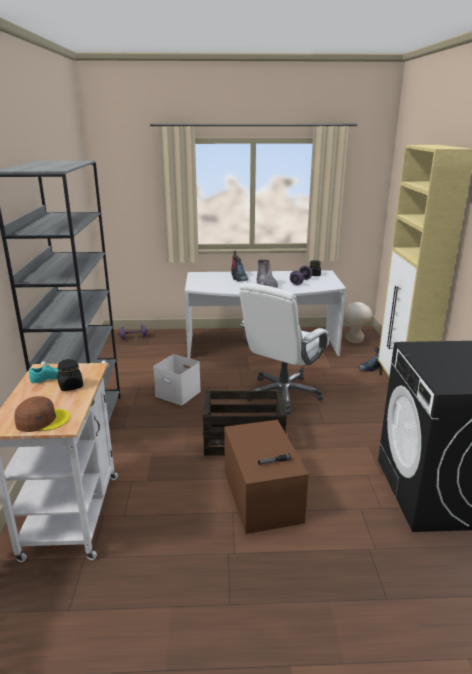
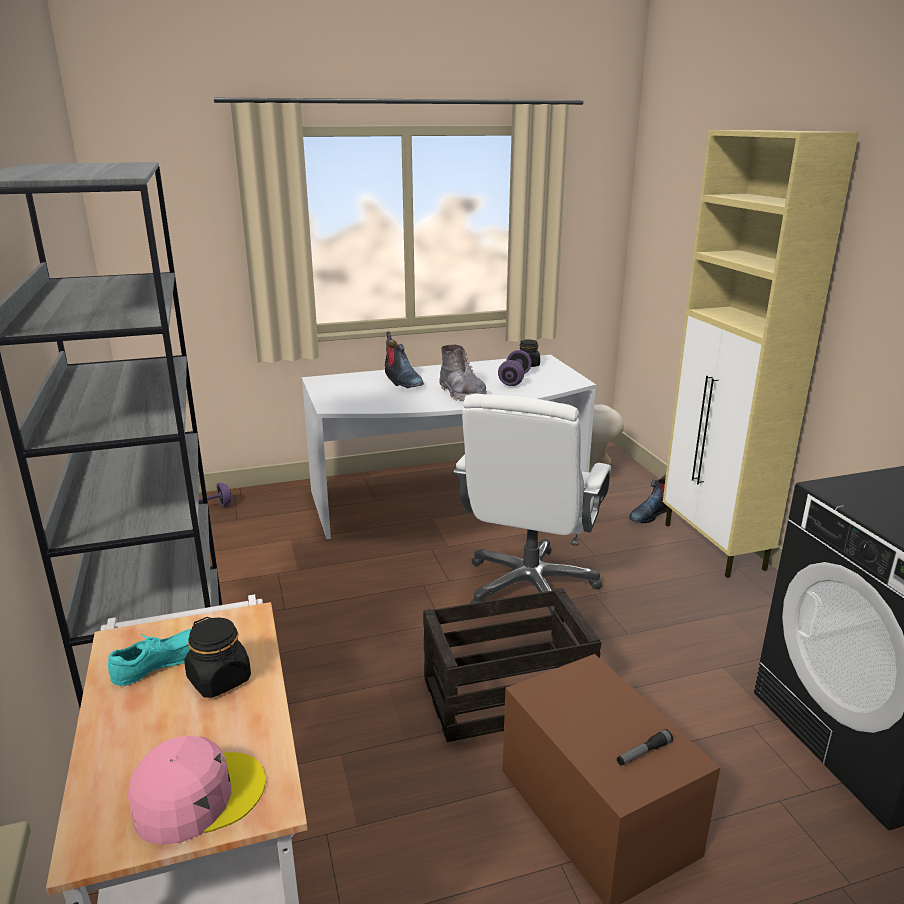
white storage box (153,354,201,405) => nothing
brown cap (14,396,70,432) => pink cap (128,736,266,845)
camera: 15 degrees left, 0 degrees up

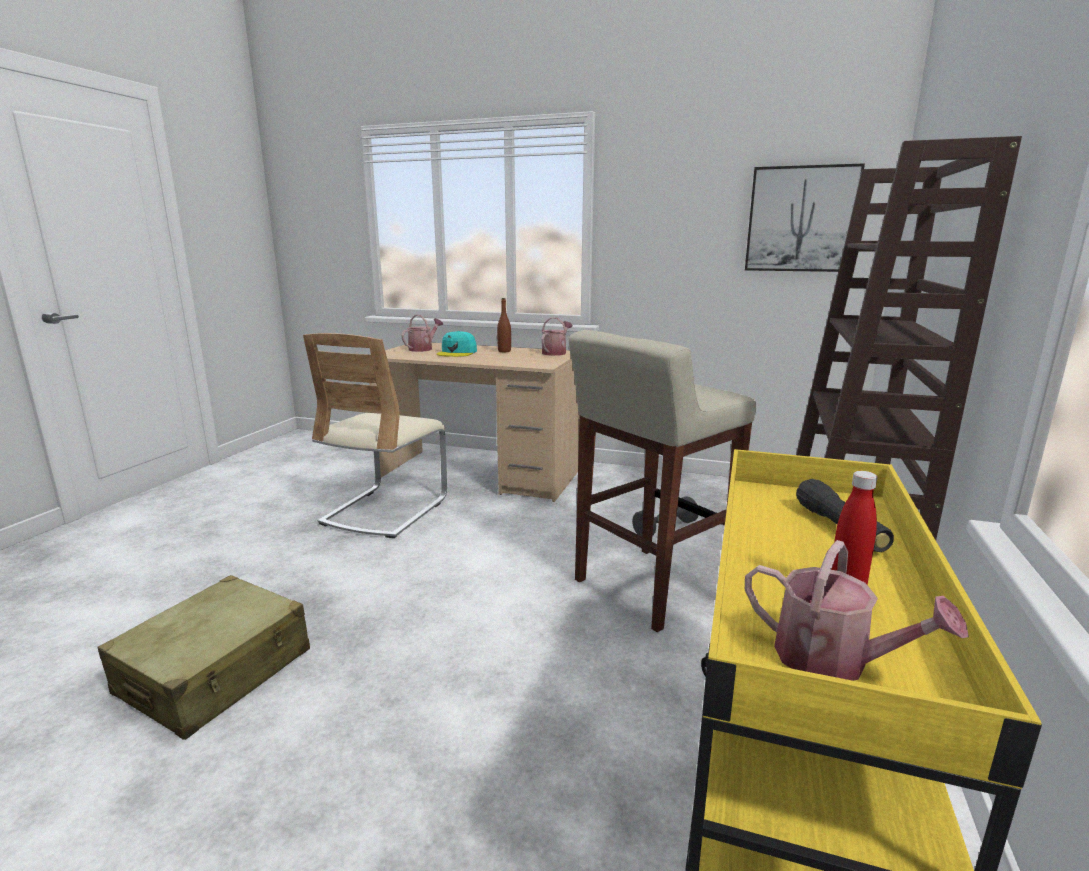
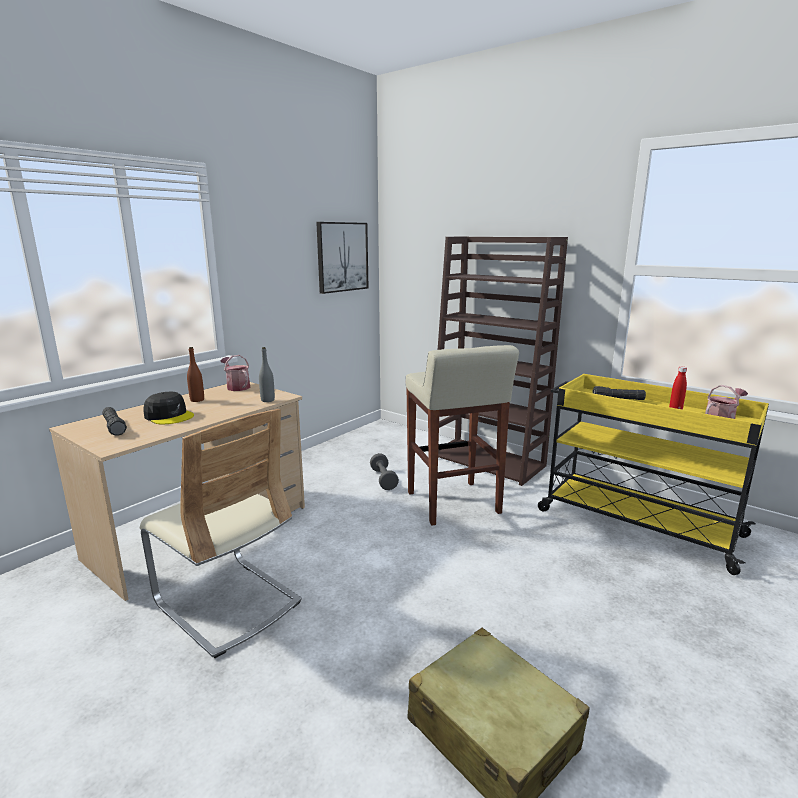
watering can (401,315,443,352) => black flashlight (102,407,127,436)
turquoise cap (437,331,477,357) => black cap (143,392,194,424)
nothing => grey bottle (259,347,275,402)
camera: 70 degrees left, 0 degrees up

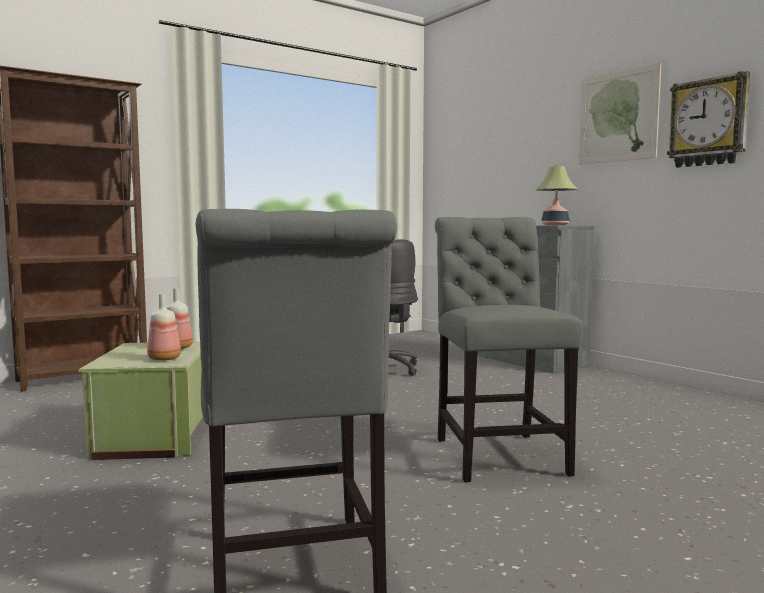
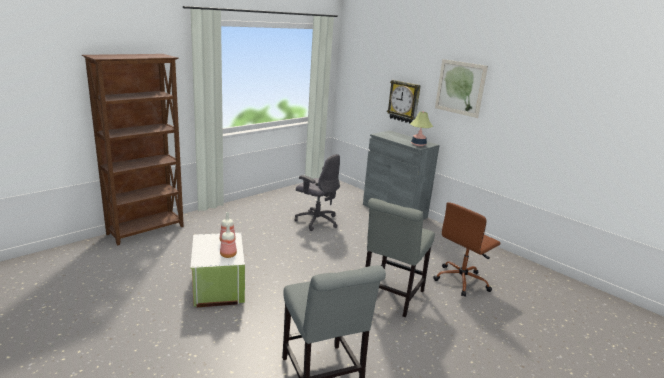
wall clock (667,71,750,168) => wall clock (387,80,421,123), relocated
grey chair (435,217,583,483) => grey chair (365,198,435,317), 135 degrees counterclockwise
green storage box (78,342,203,460) => white storage box (190,233,245,307)
nothing => brown office chair (433,202,500,296)
camera: 10 degrees left, 15 degrees up

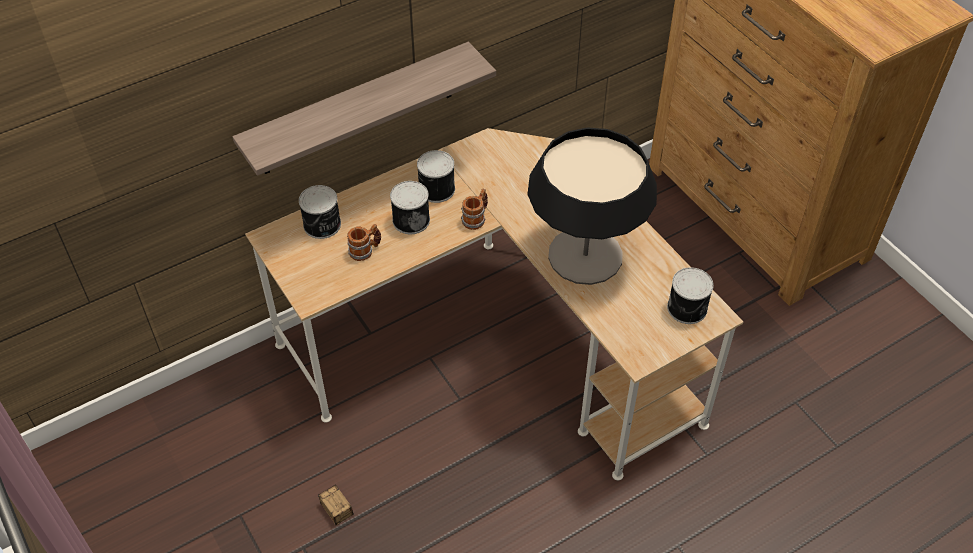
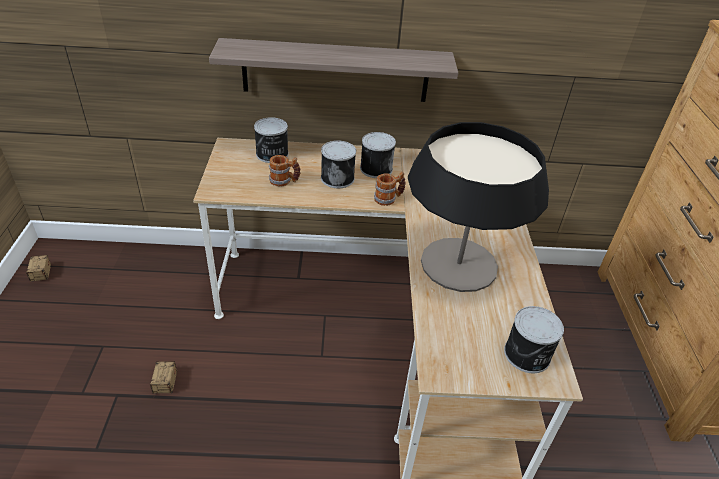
nothing => storage box (26,255,51,282)
camera: 30 degrees right, 10 degrees down

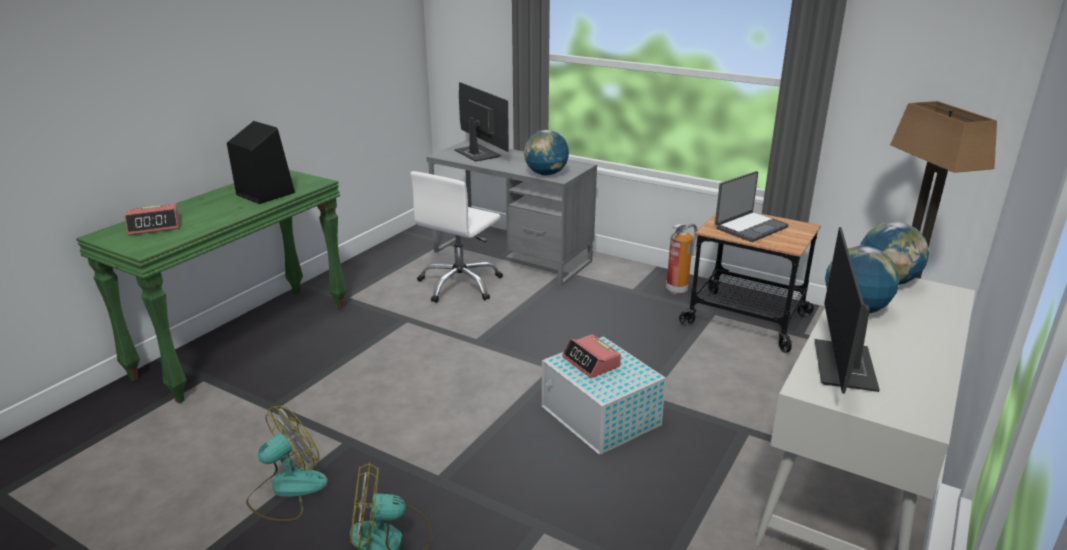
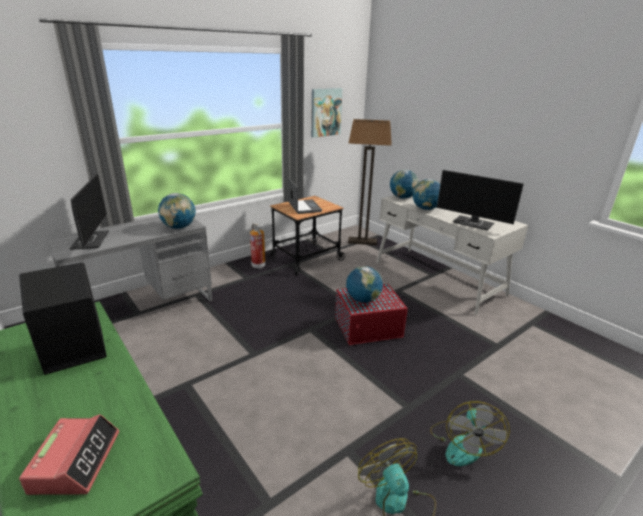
monitor (454,82,509,162) => monitor (70,173,109,250), 90 degrees clockwise
white office chair (410,171,503,303) => nothing
alarm clock (562,334,621,378) => globe (346,266,383,303)
white storage box (542,336,666,455) => red storage box (335,284,408,345)
nothing => picture (311,88,343,138)
camera: 70 degrees left, 0 degrees up

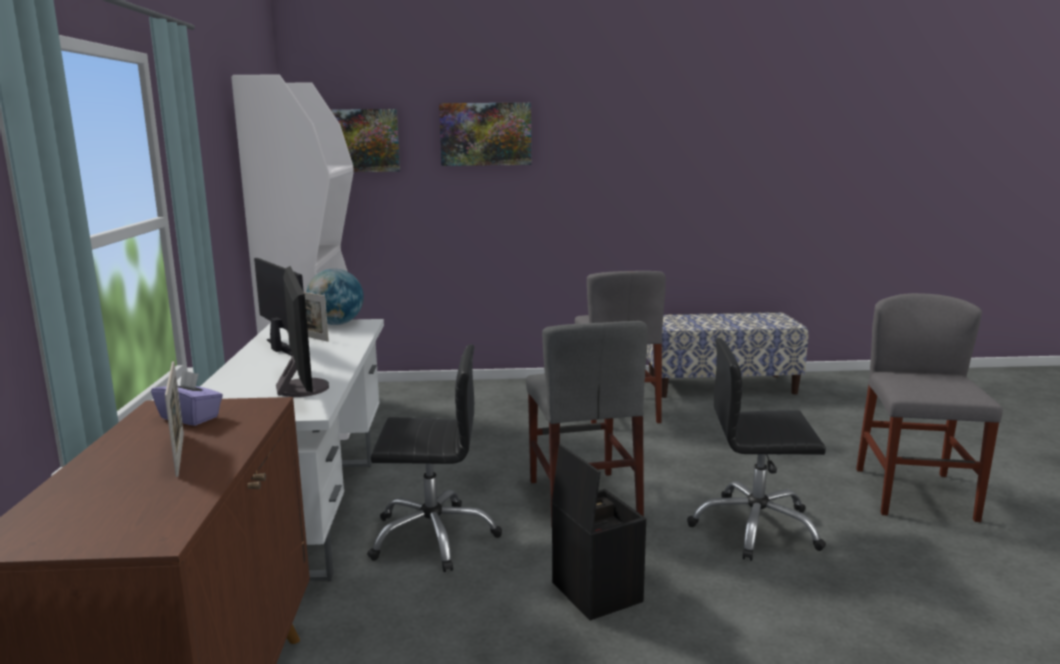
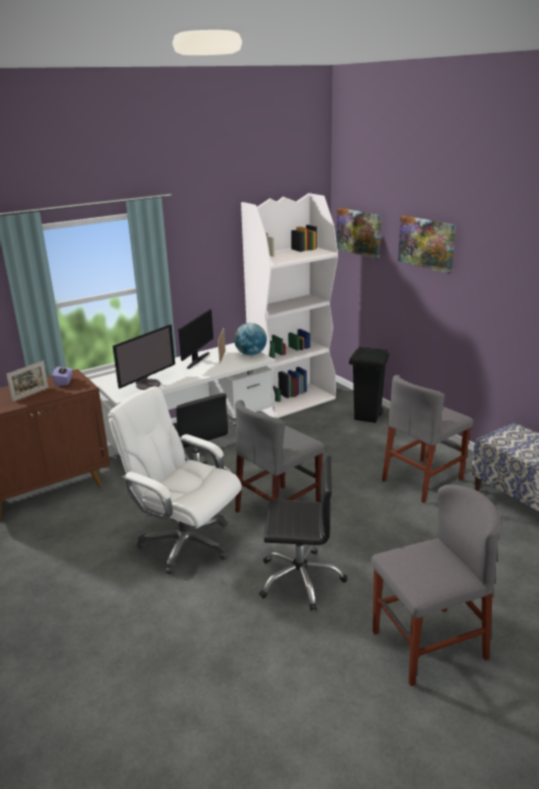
black office chair (687,338,826,561) => black office chair (259,456,347,611), 120 degrees clockwise
black storage box (552,444,646,621) => white office chair (108,387,242,574)
nothing => black trash can (349,346,389,423)
camera: 60 degrees right, 10 degrees up

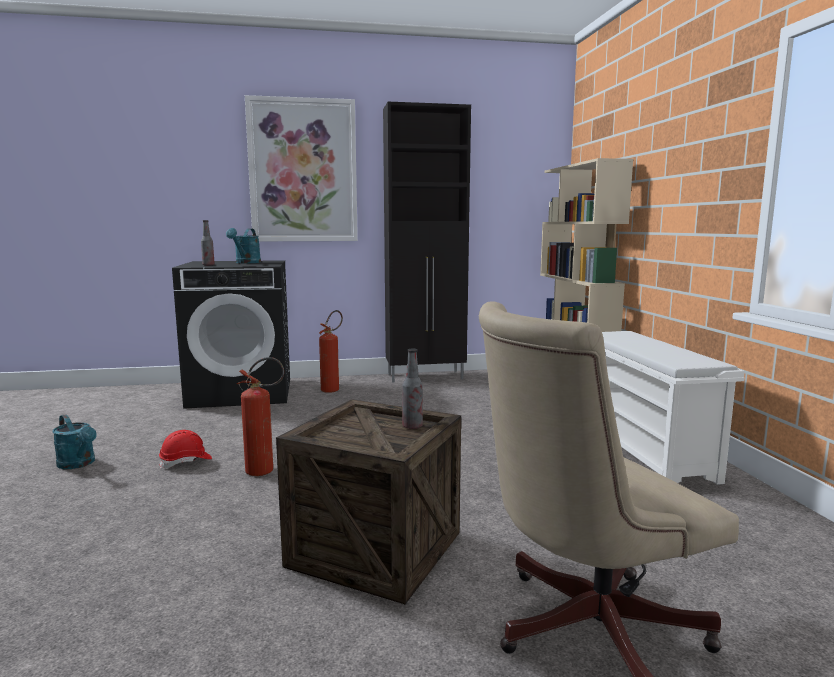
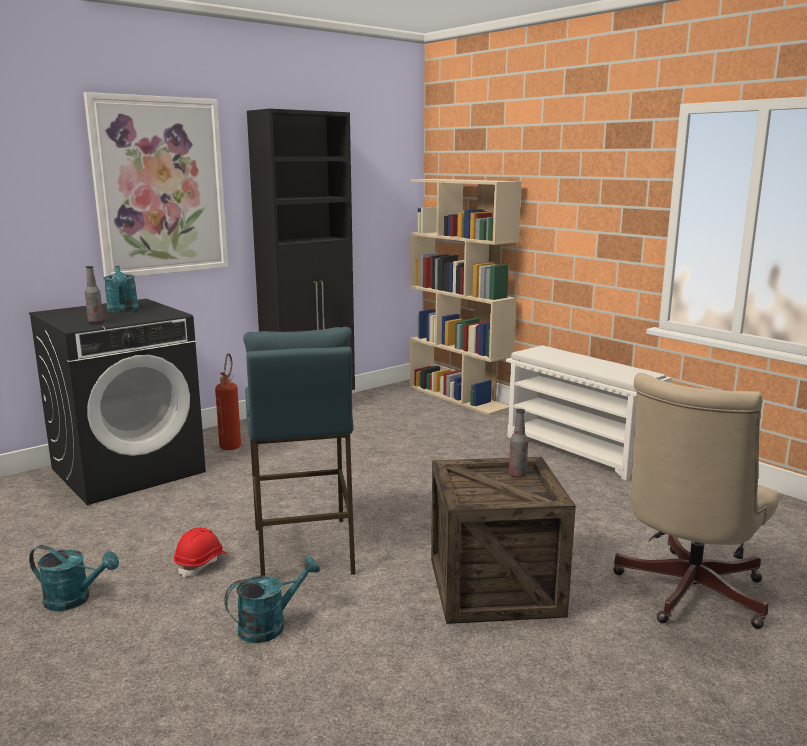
fire extinguisher (237,357,284,476) => blue stool (243,327,356,576)
nothing => turquoise watering can (224,556,320,643)
camera: 30 degrees left, 5 degrees up

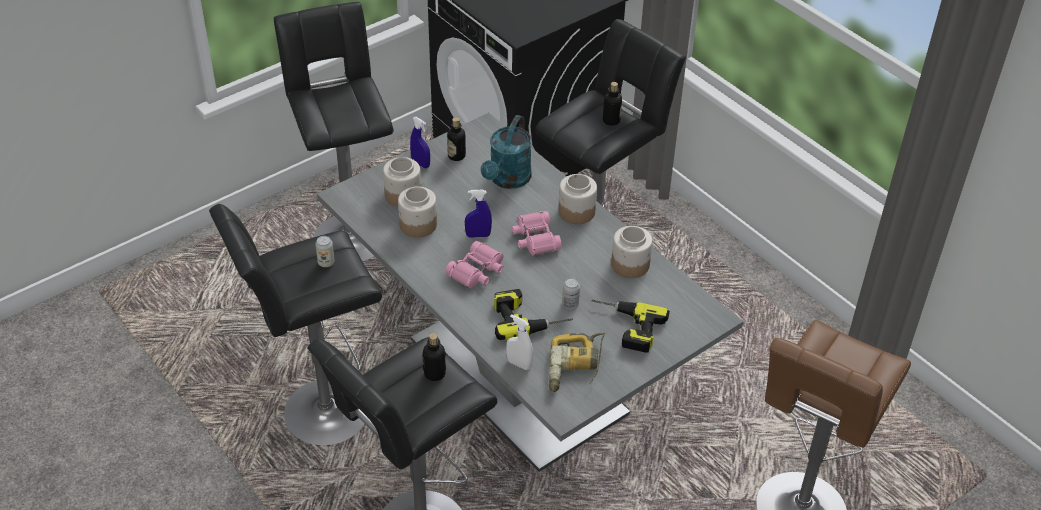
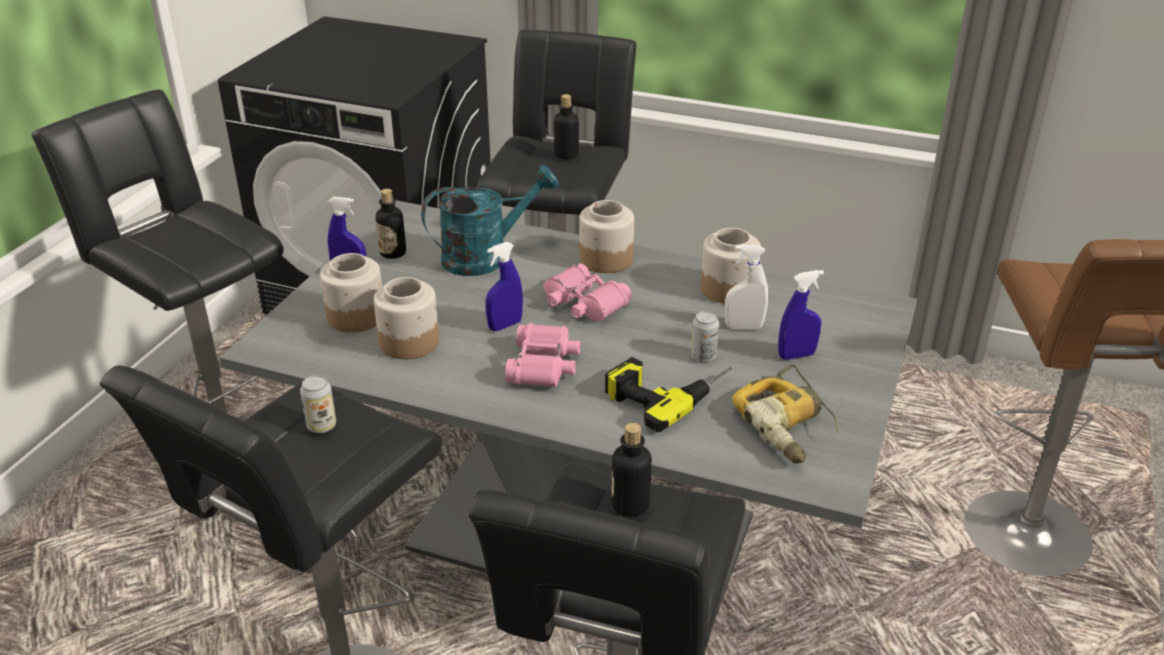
turquoise watering can (481,115,532,189) => turquoise watering can (421,165,559,276), 105 degrees counterclockwise
power drill (591,300,670,353) => blue spray bottle (778,270,824,360)
white spray bottle (506,314,533,370) => white spray bottle (725,245,768,329), relocated
camera: 30 degrees left, 10 degrees down

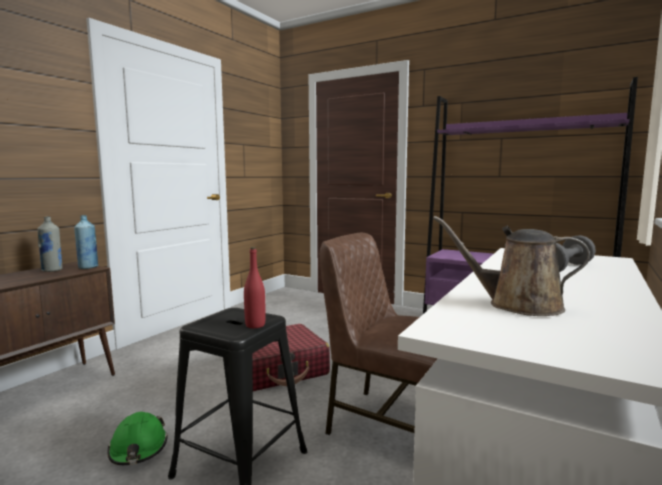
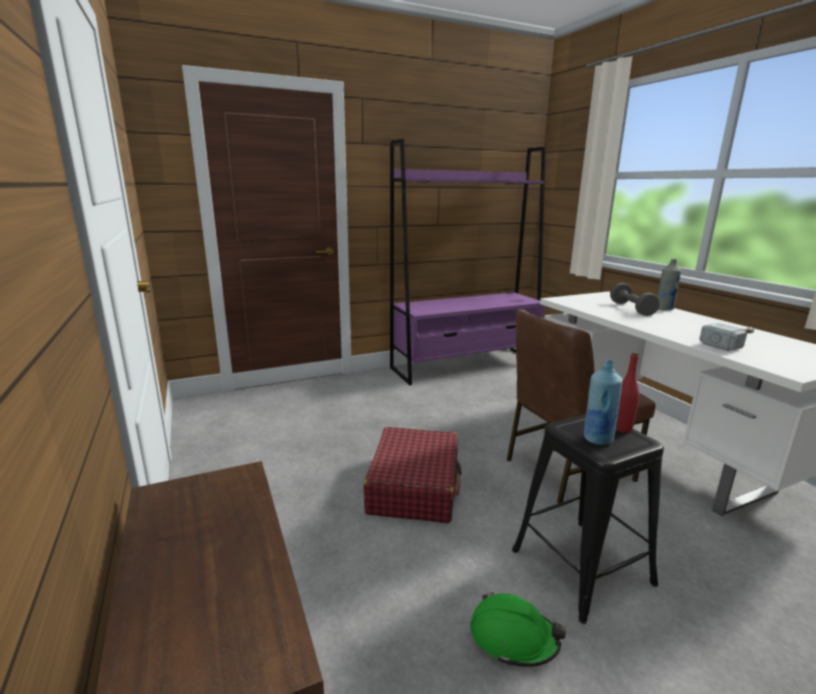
blue bottle (74,215,98,269) => blue bottle (584,360,623,445), relocated
brown watering can (433,216,590,316) => hammer (699,323,754,351)
grey bottle (37,217,63,272) => grey bottle (657,259,681,310), relocated
camera: 55 degrees left, 10 degrees up

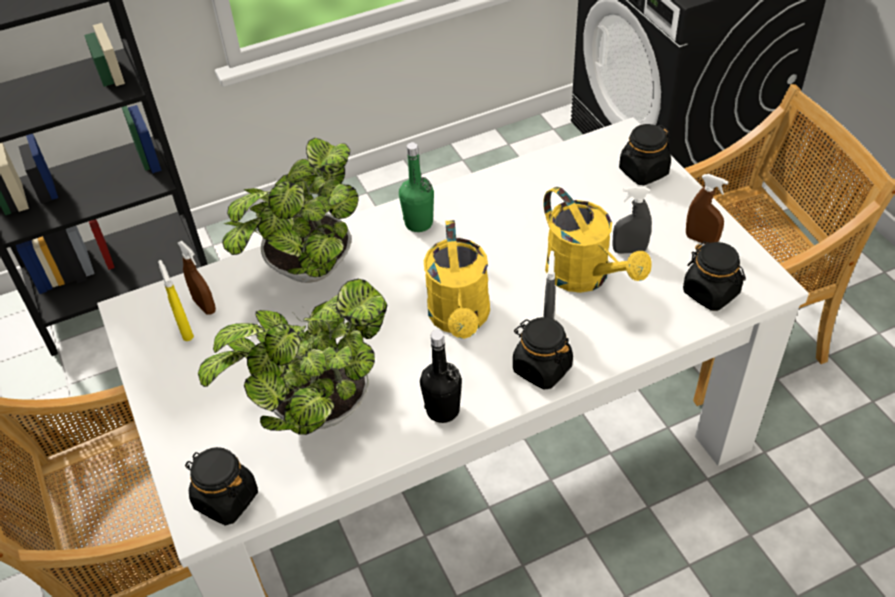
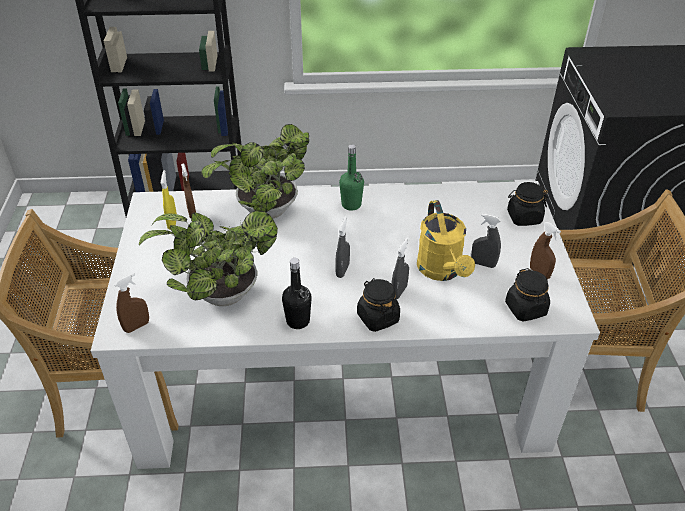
yellow watering can (424,220,490,339) => grey spray bottle (336,216,350,278)
black jar (185,447,258,525) => brown spray bottle (114,273,149,333)
camera: 20 degrees right, 5 degrees down

